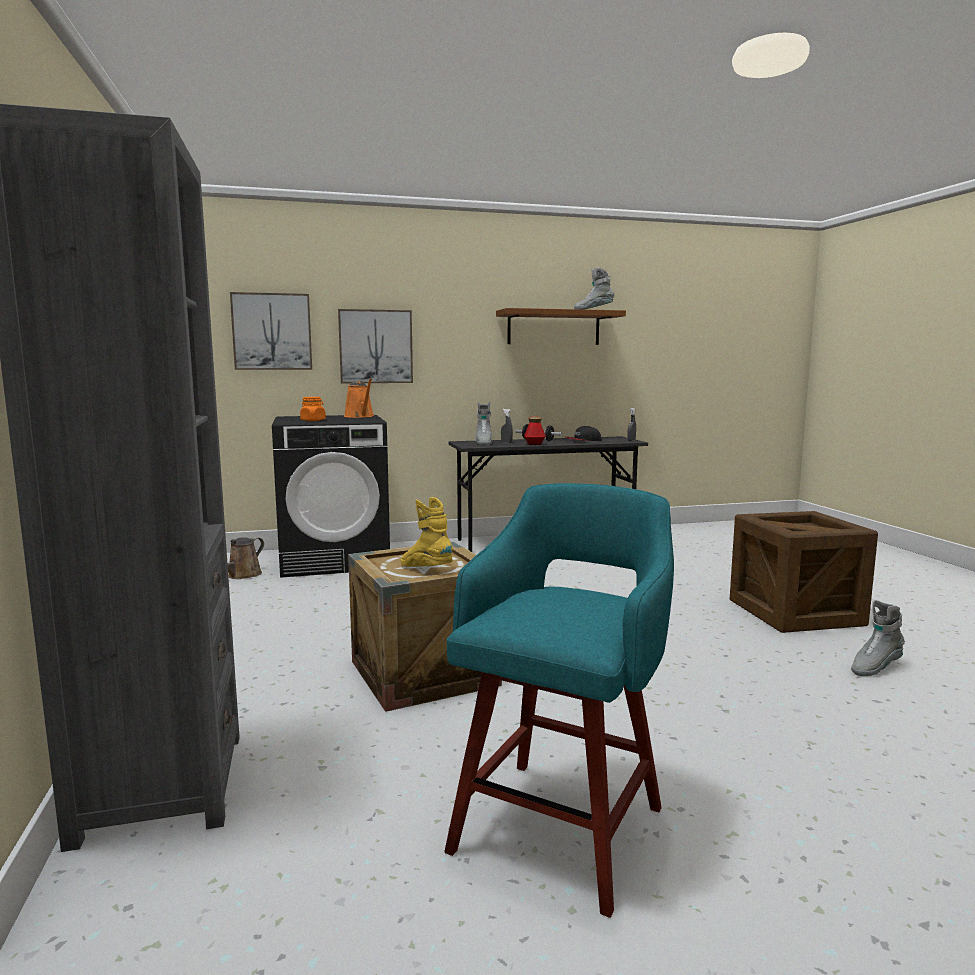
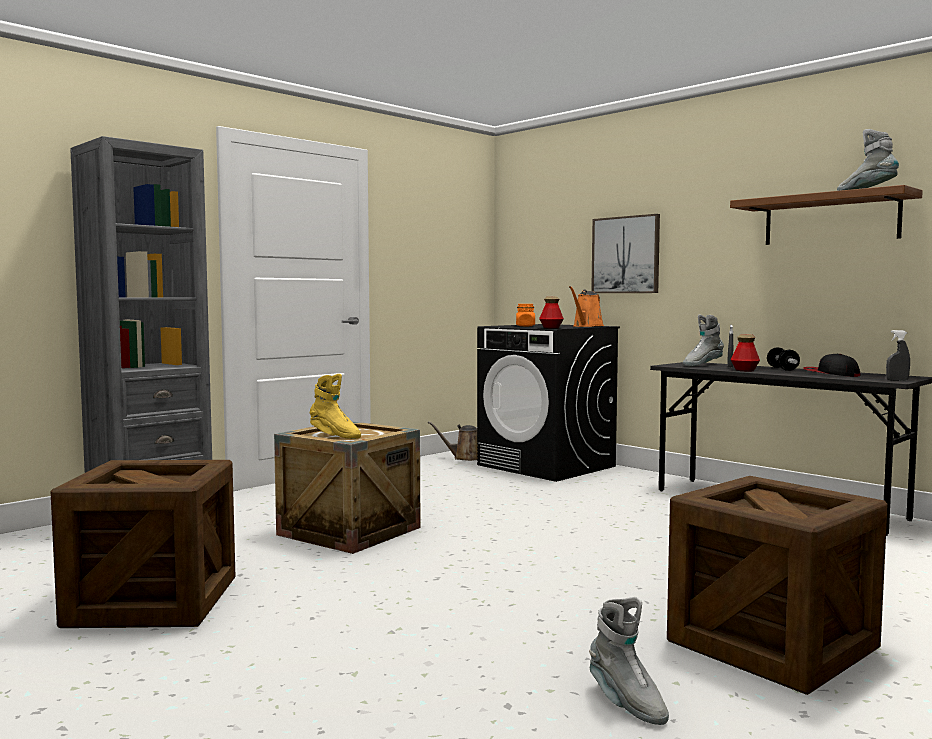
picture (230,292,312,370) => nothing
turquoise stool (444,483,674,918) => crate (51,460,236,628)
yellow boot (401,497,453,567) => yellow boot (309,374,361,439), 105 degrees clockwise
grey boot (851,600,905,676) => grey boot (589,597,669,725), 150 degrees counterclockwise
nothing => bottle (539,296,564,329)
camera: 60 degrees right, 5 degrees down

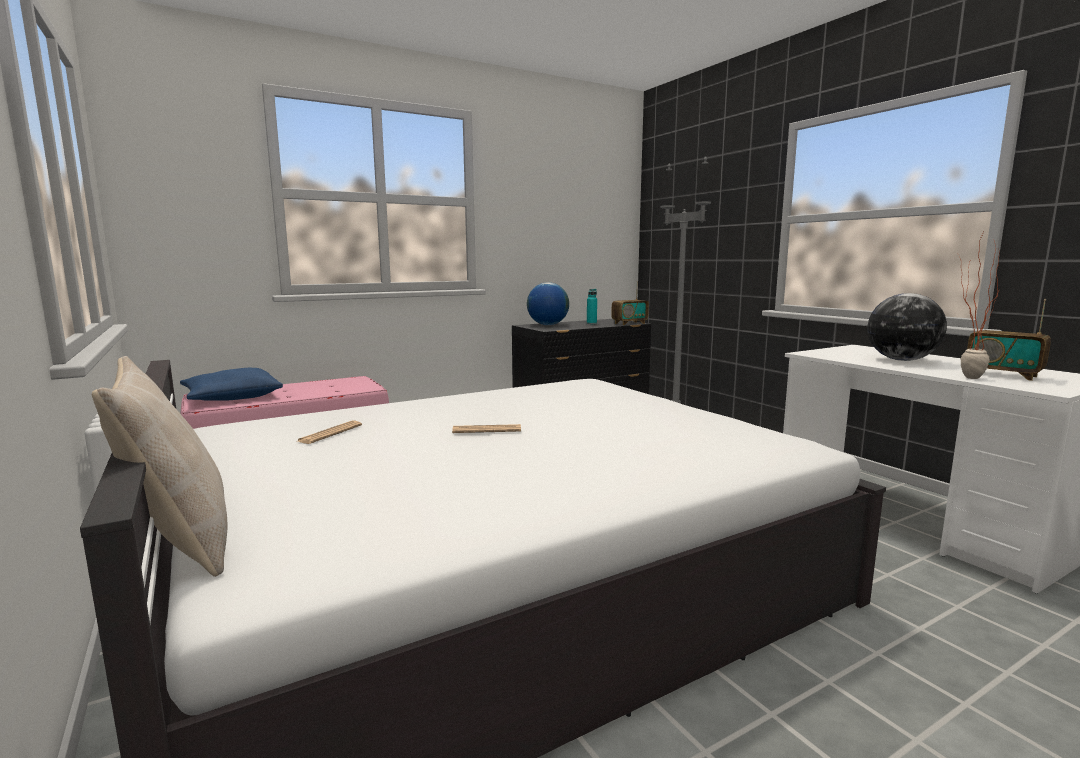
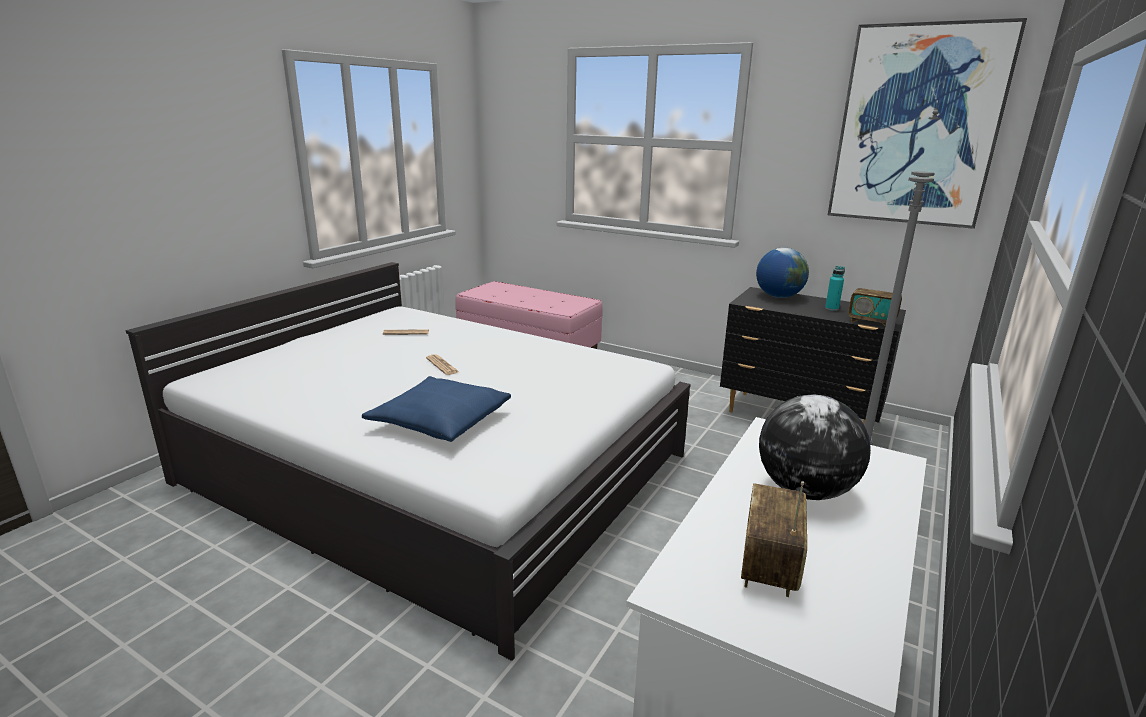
potted plant (960,232,1001,379) => nothing
beige pillow (92,356,227,577) => nothing
blue pillow (180,368,283,401) => blue pillow (362,376,511,442), relocated
nothing => picture (828,18,1027,229)
camera: 60 degrees right, 10 degrees up

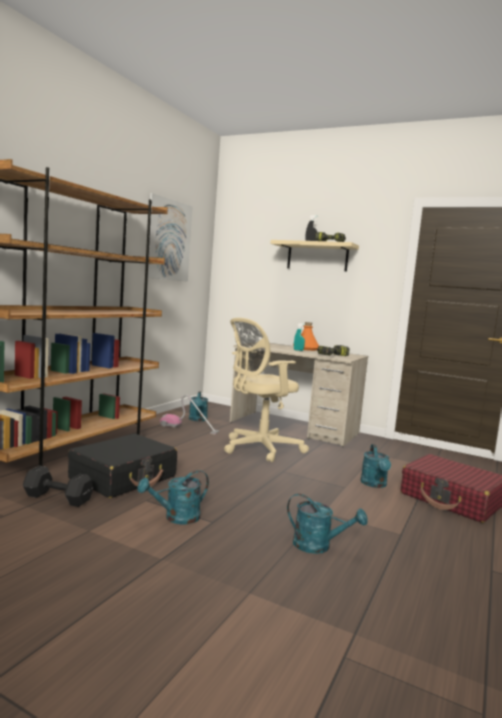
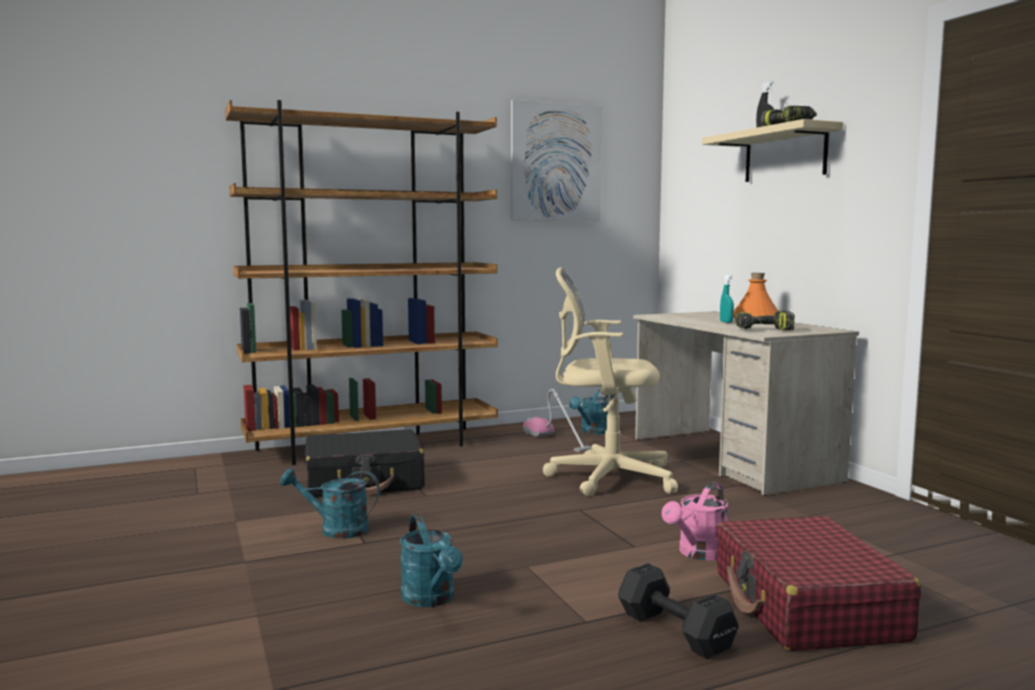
turquoise watering can (361,444,391,488) => pink watering can (662,482,728,561)
black dumbbell (23,466,94,507) => black dumbbell (618,563,739,659), relocated
camera: 40 degrees right, 0 degrees up

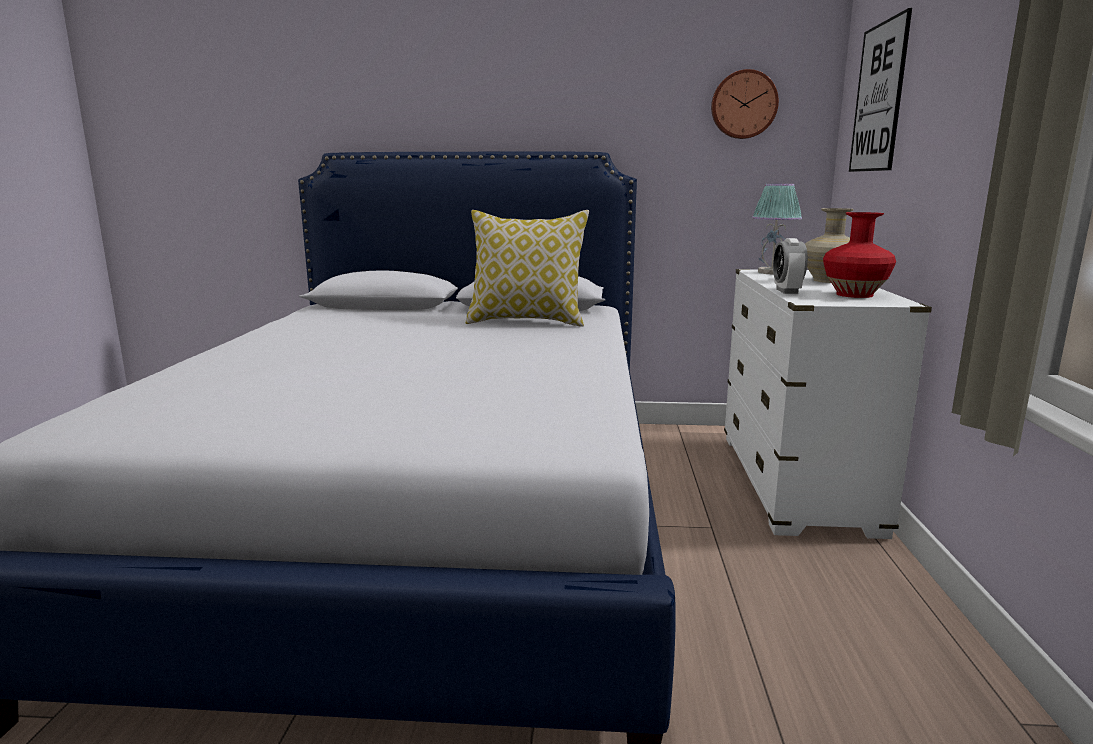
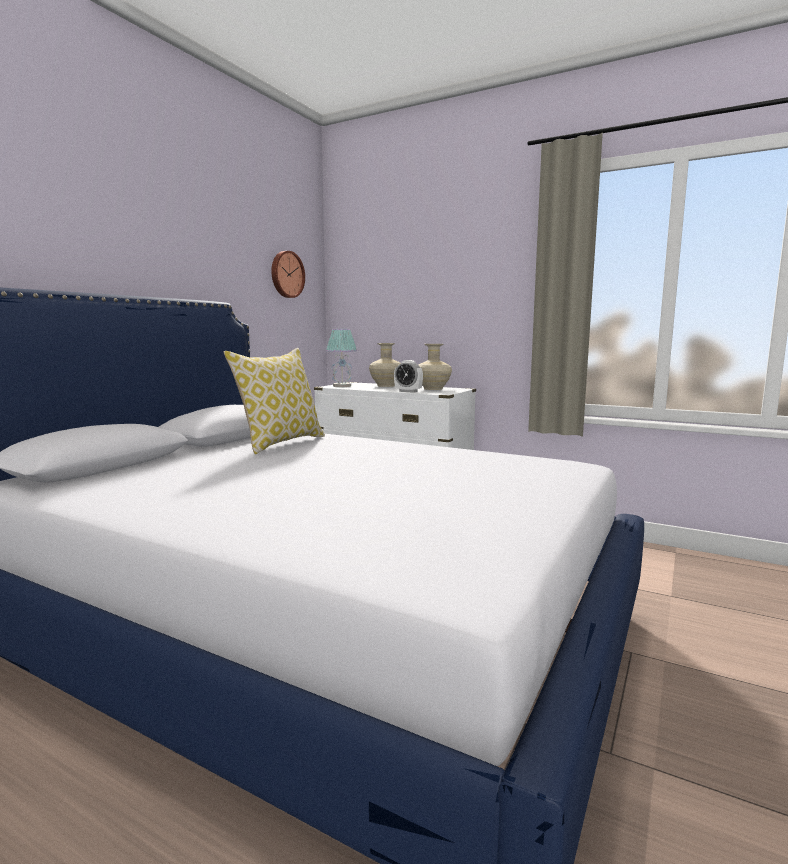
picture (849,8,912,172) => nothing
red vase (823,212,896,298) => beige vase (419,344,452,390)
camera: 65 degrees left, 5 degrees down

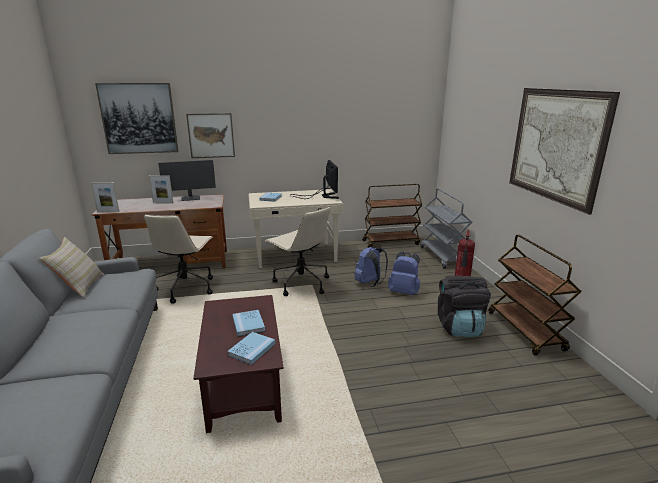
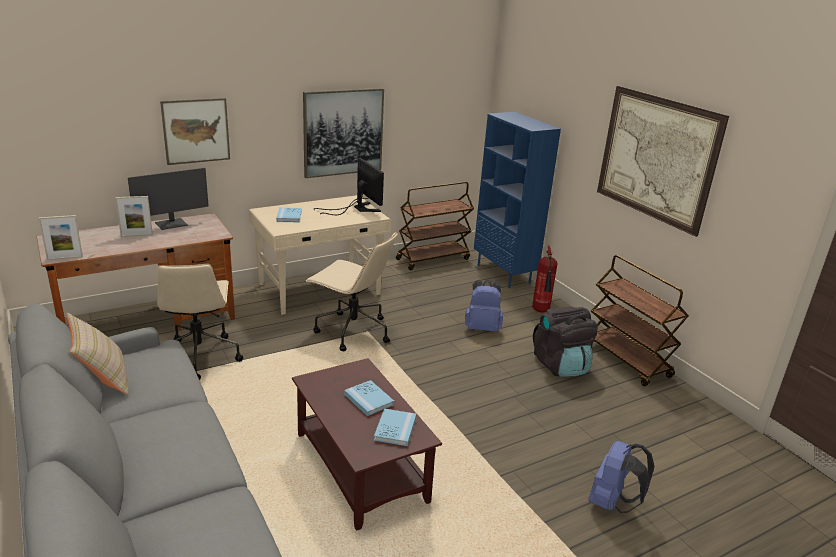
picture (95,83,179,154) => picture (303,88,384,178), relocated
grey cart (420,188,472,268) => blue bookcase (474,112,561,288)
blue backpack (354,246,388,287) => blue backpack (588,441,655,513), relocated
camera: 20 degrees left, 5 degrees up

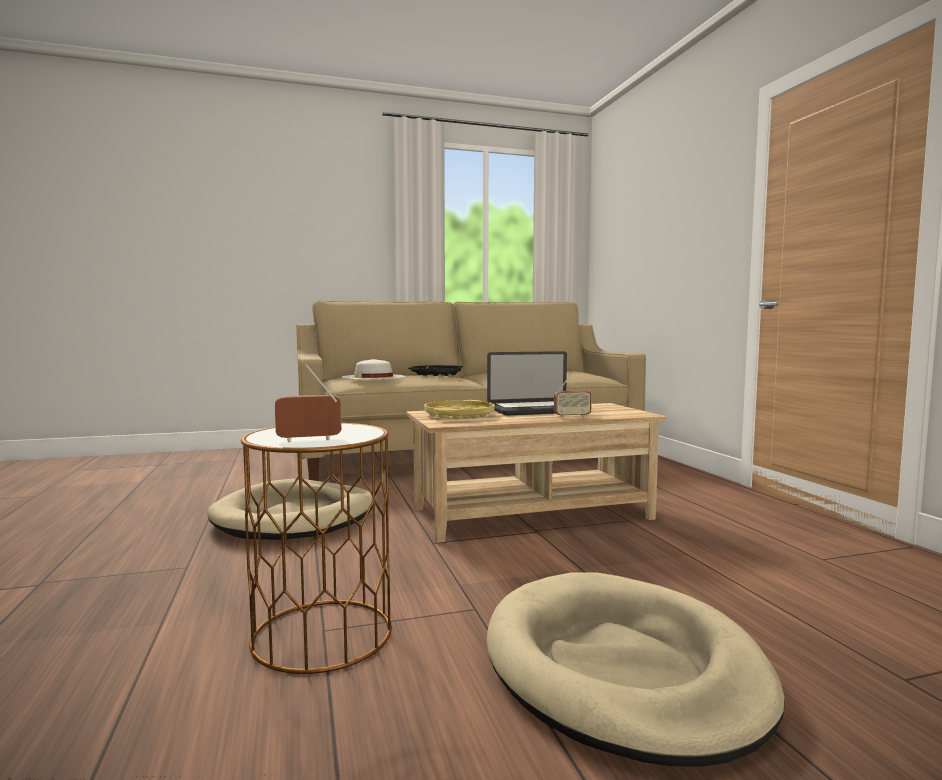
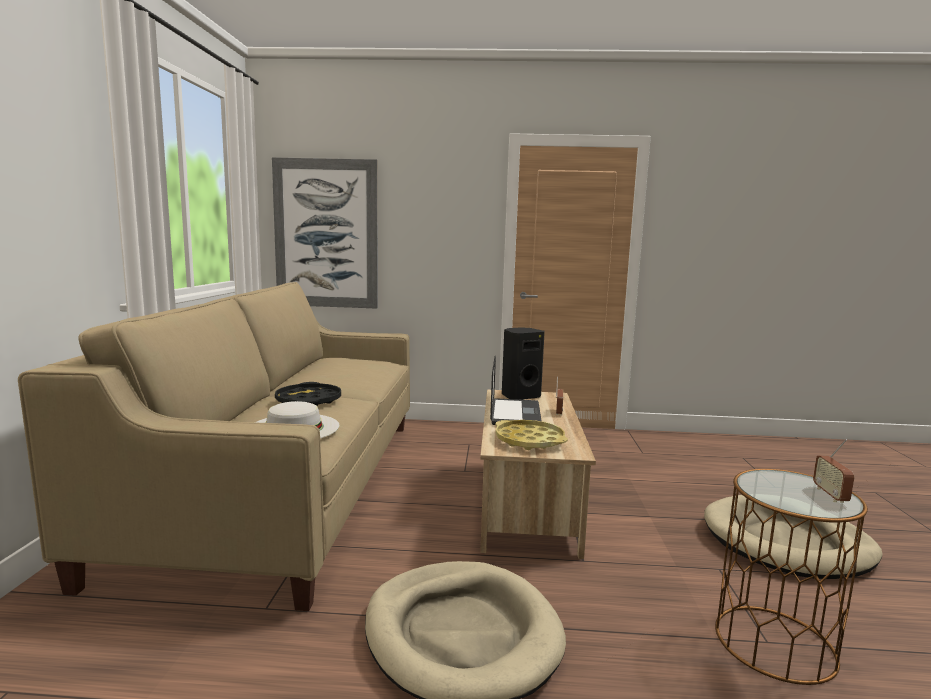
nothing => picture (272,157,378,309)
nothing => black speaker (502,327,545,400)
camera: 70 degrees left, 5 degrees up

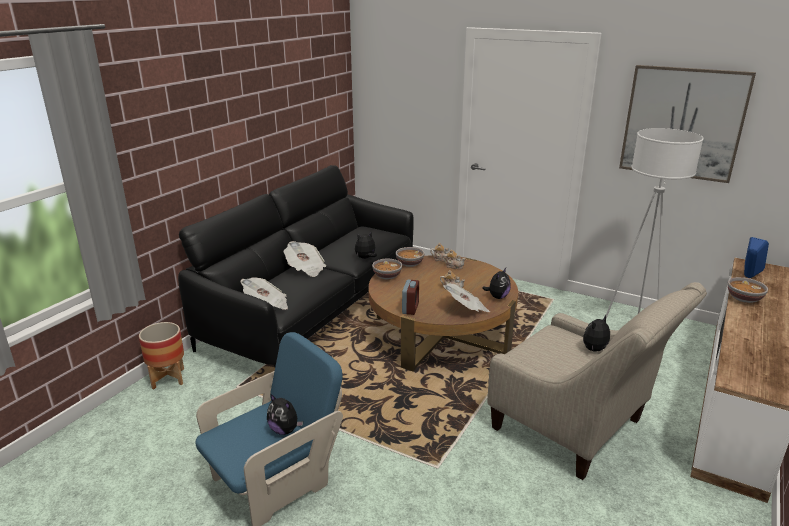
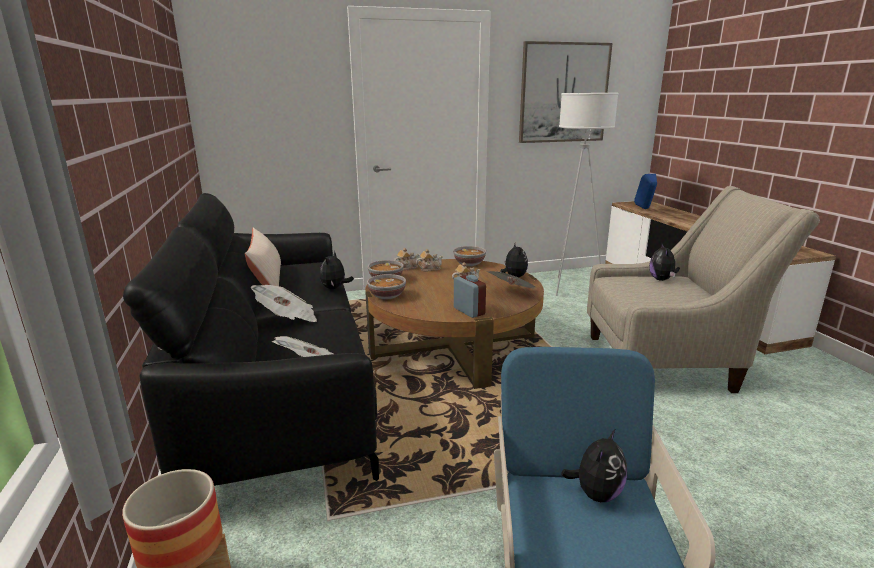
bowl (728,277,768,303) => bowl (453,246,486,266), relocated
plush toy (267,394,303,435) => plush toy (561,428,627,502), 45 degrees counterclockwise
nothing => beige pillow (245,228,281,286)
camera: 45 degrees left, 5 degrees down

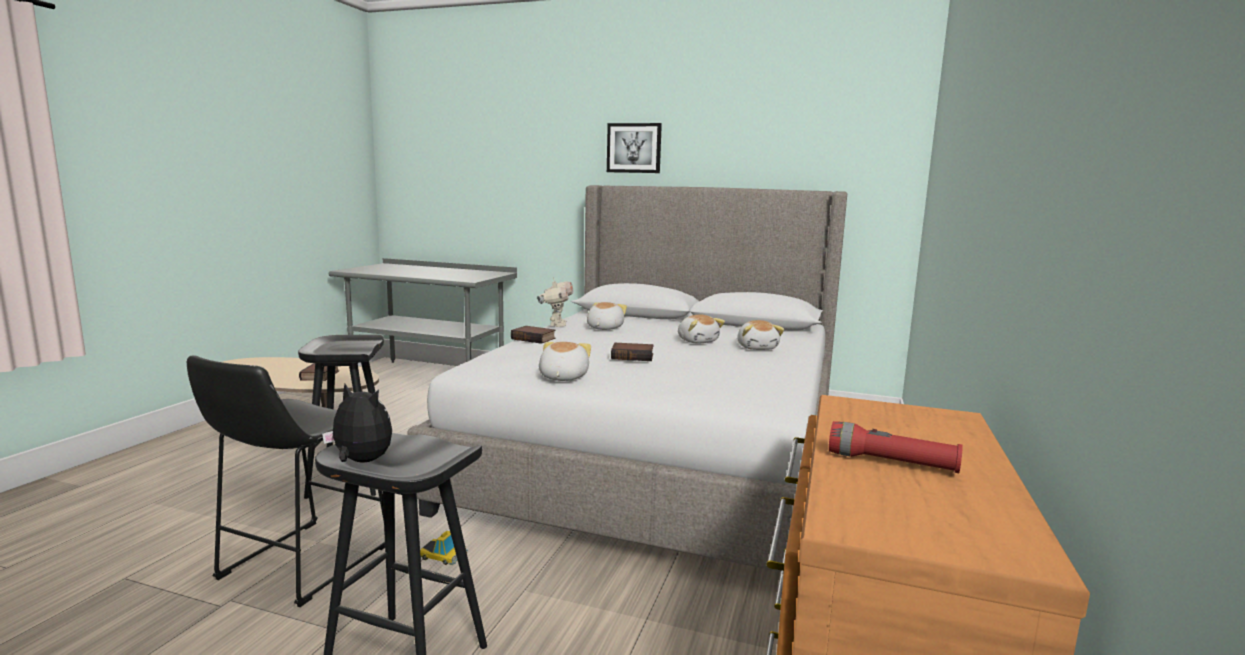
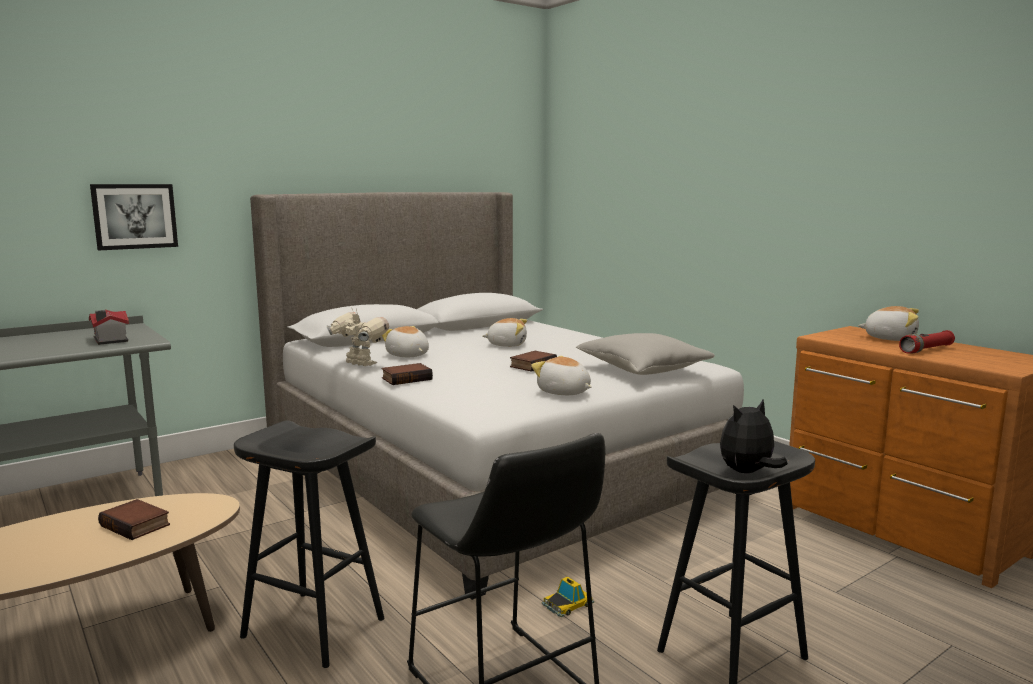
picture (607,123,662,173) => picture (90,184,178,251), relocated
plush toy (737,320,784,350) => plush toy (858,306,919,341), relocated
nothing => toy house (89,309,129,345)
nothing => grey pillow (576,333,715,375)
camera: 55 degrees left, 0 degrees up

